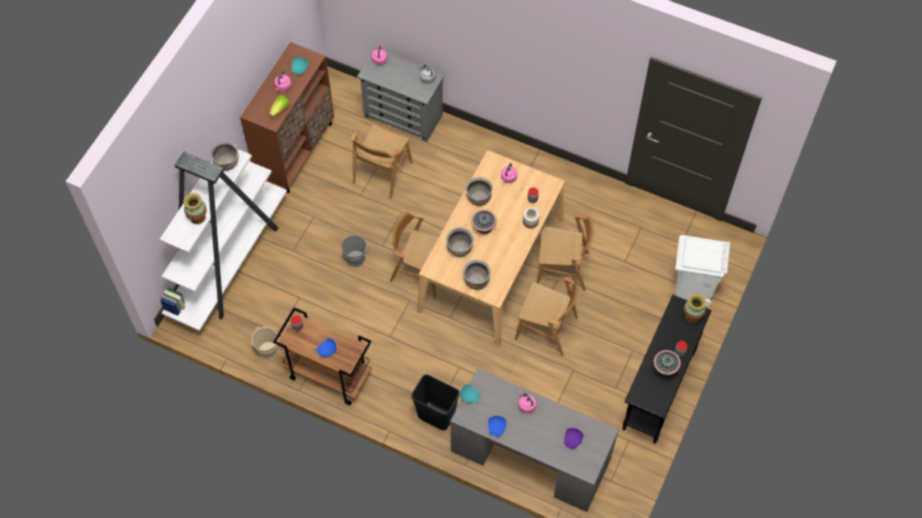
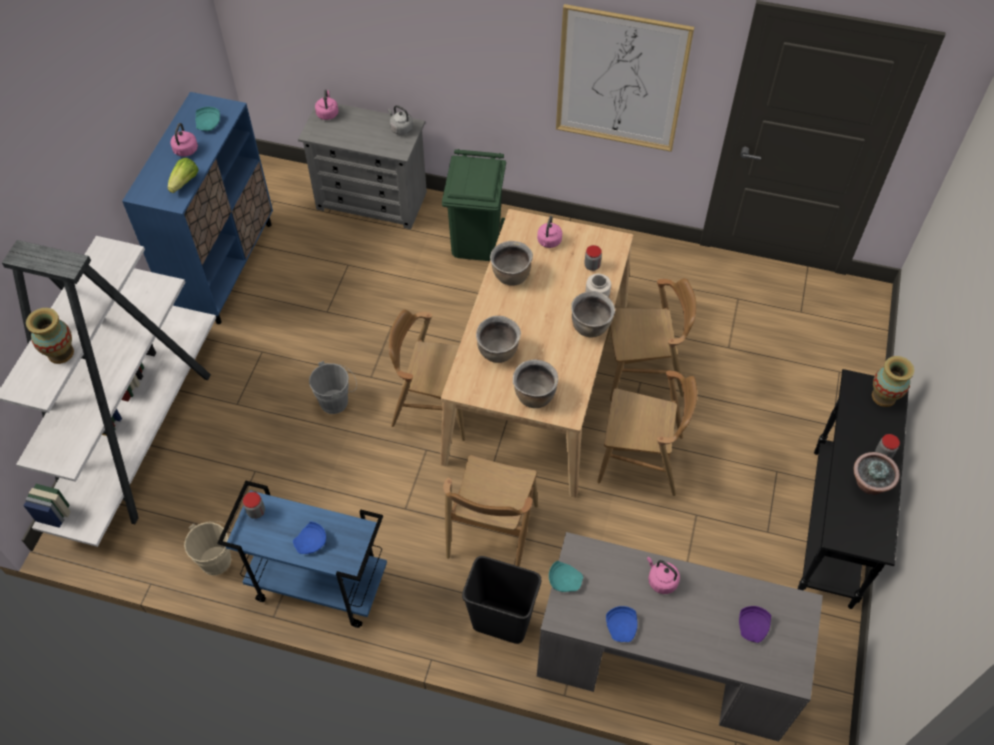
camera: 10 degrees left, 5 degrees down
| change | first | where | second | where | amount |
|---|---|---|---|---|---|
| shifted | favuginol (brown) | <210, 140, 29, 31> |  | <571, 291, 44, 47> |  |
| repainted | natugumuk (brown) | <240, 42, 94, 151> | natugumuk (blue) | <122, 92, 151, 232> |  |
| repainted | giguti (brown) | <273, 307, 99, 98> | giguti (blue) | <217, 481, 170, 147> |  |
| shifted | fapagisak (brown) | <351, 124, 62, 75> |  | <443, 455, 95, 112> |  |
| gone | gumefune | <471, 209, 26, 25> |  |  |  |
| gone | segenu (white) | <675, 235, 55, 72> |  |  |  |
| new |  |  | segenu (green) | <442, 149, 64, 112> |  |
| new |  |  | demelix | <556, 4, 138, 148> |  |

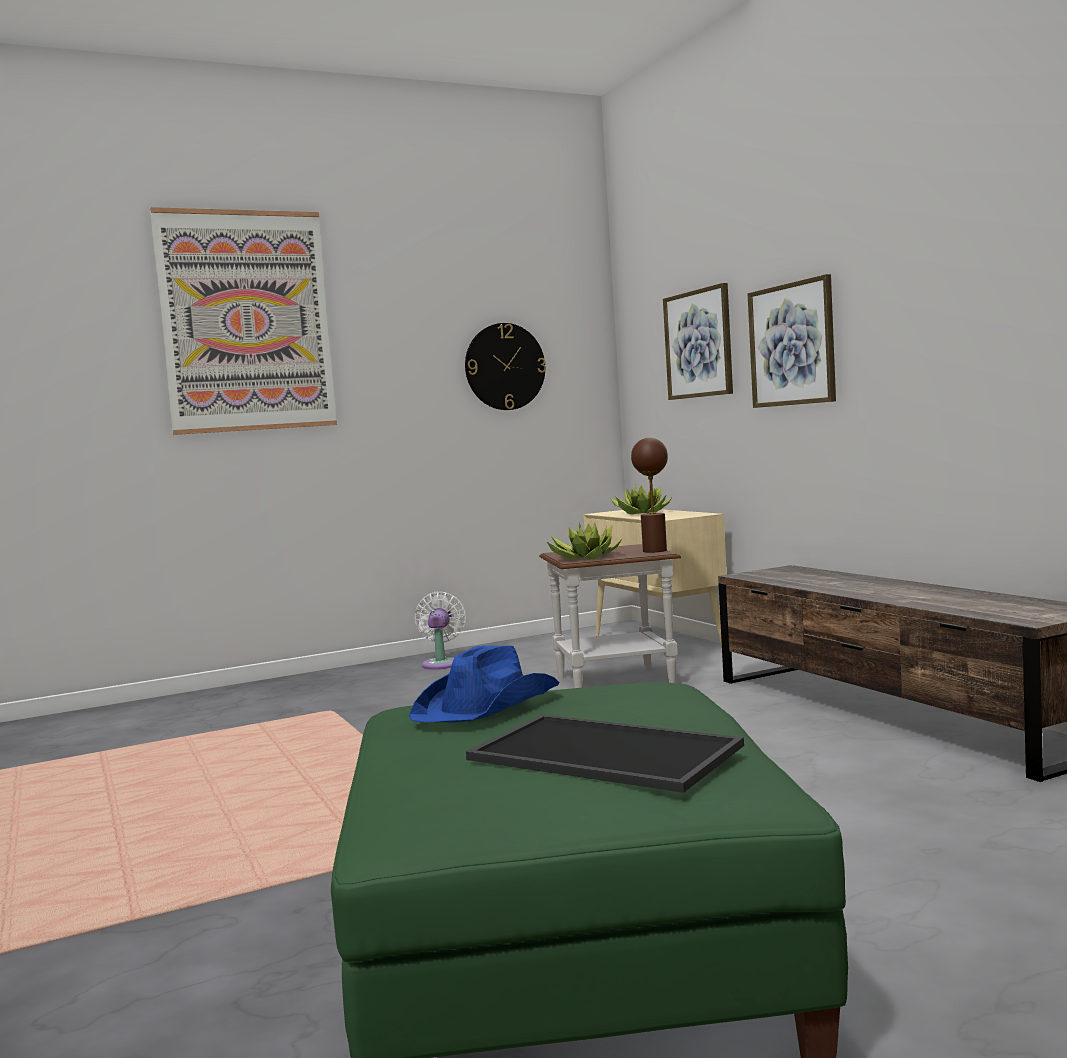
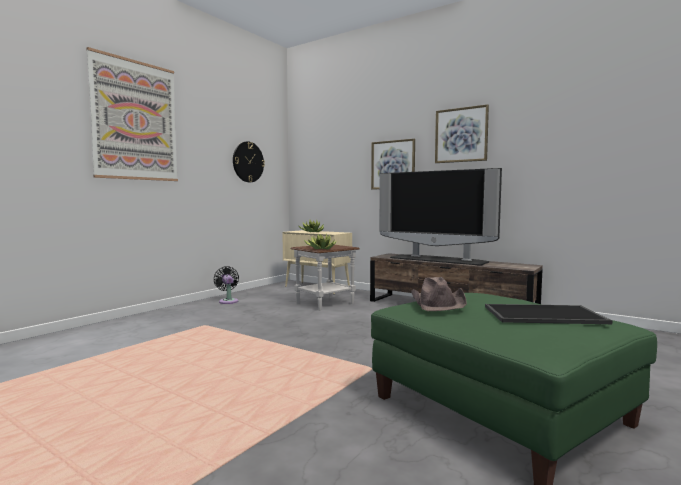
camera: 30 degrees left, 0 degrees up
| change | first | where | second | where | amount |
|---|---|---|---|---|---|
| repainted | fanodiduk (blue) | <409, 645, 151, 77> | fanodiduk (brown) | <411, 277, 56, 34> |  |
| repainted | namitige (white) | <415, 592, 51, 78> | namitige (black) | <214, 266, 25, 38> |  |
| gone | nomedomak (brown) | <631, 438, 37, 115> |  |  |  |
| shifted | demelix | <663, 283, 70, 117> |  | <435, 104, 54, 59> |  |
| new |  |  | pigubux | <379, 168, 123, 98> |  |

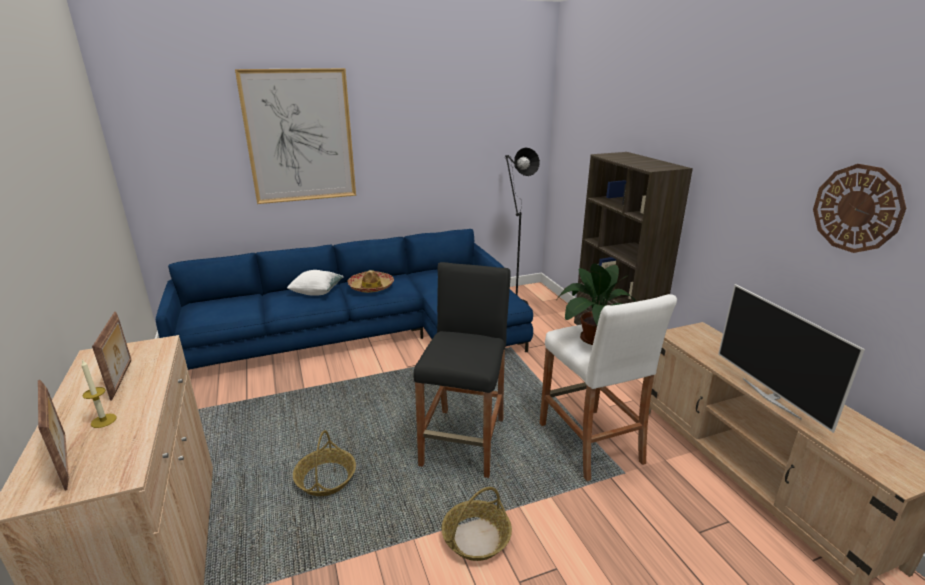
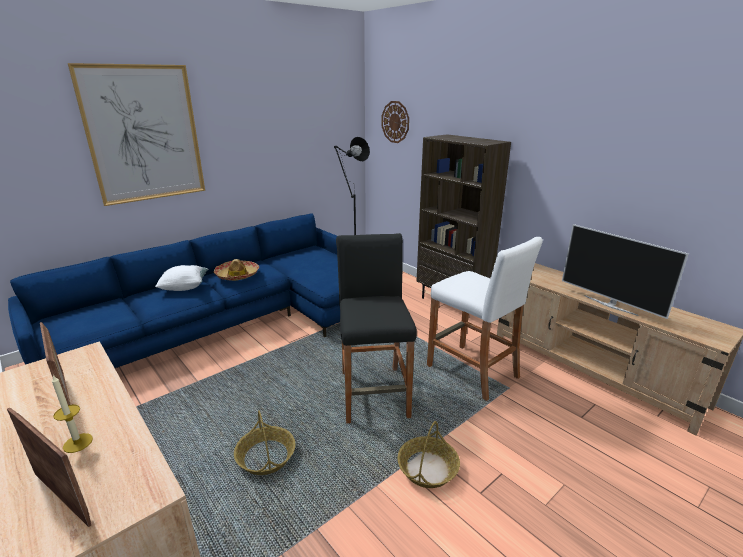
camera: 20 degrees left, 0 degrees up
| change | first | where | second | where | amount |
|---|---|---|---|---|---|
| gone | gumefune | <556, 263, 80, 82> |  |  |  |
| shifted | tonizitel | <813, 164, 93, 89> |  | <381, 101, 28, 42> |  |

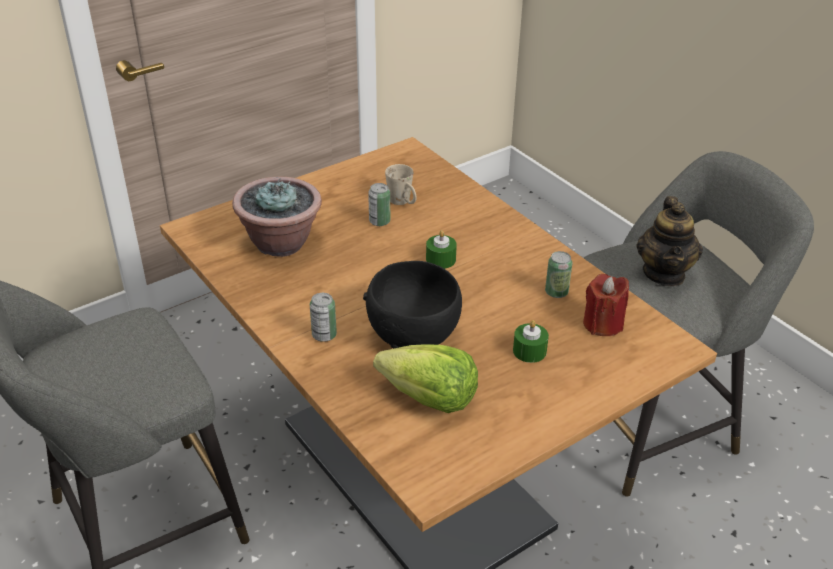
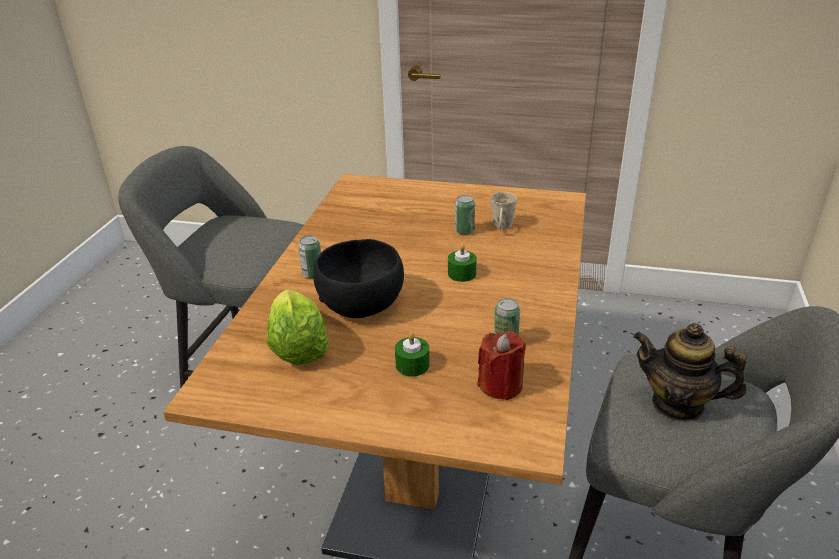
camera: 50 degrees right, 5 degrees down
| change | first | where | second | where | amount |
|---|---|---|---|---|---|
| gone | gumefune | <232, 177, 90, 80> |  |  |  |
| rotated | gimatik | <636, 196, 67, 90> |  | <633, 323, 114, 99> | 60 degrees clockwise |

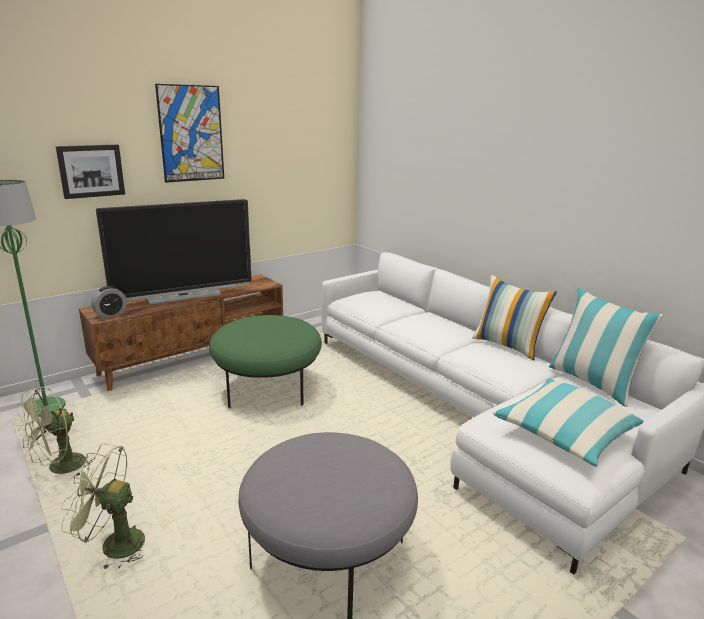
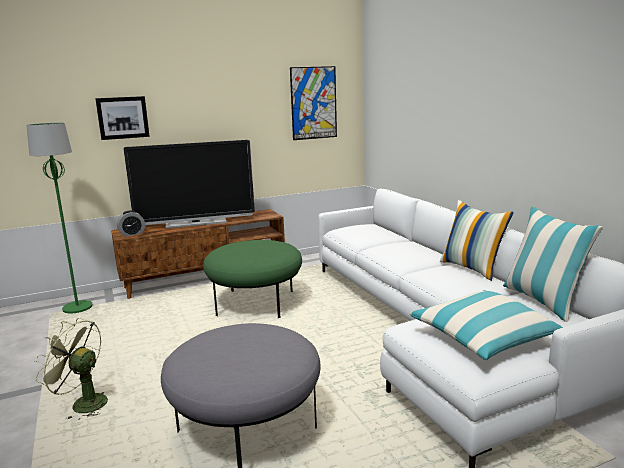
camera: 15 degrees right, 5 degrees down
| change | first | where | second | where | amount |
|---|---|---|---|---|---|
| gone | namitige (green) | <17, 387, 78, 90> |  |  |  |
| shifted | demelix | <155, 84, 69, 99> |  | <290, 66, 47, 74> |  |

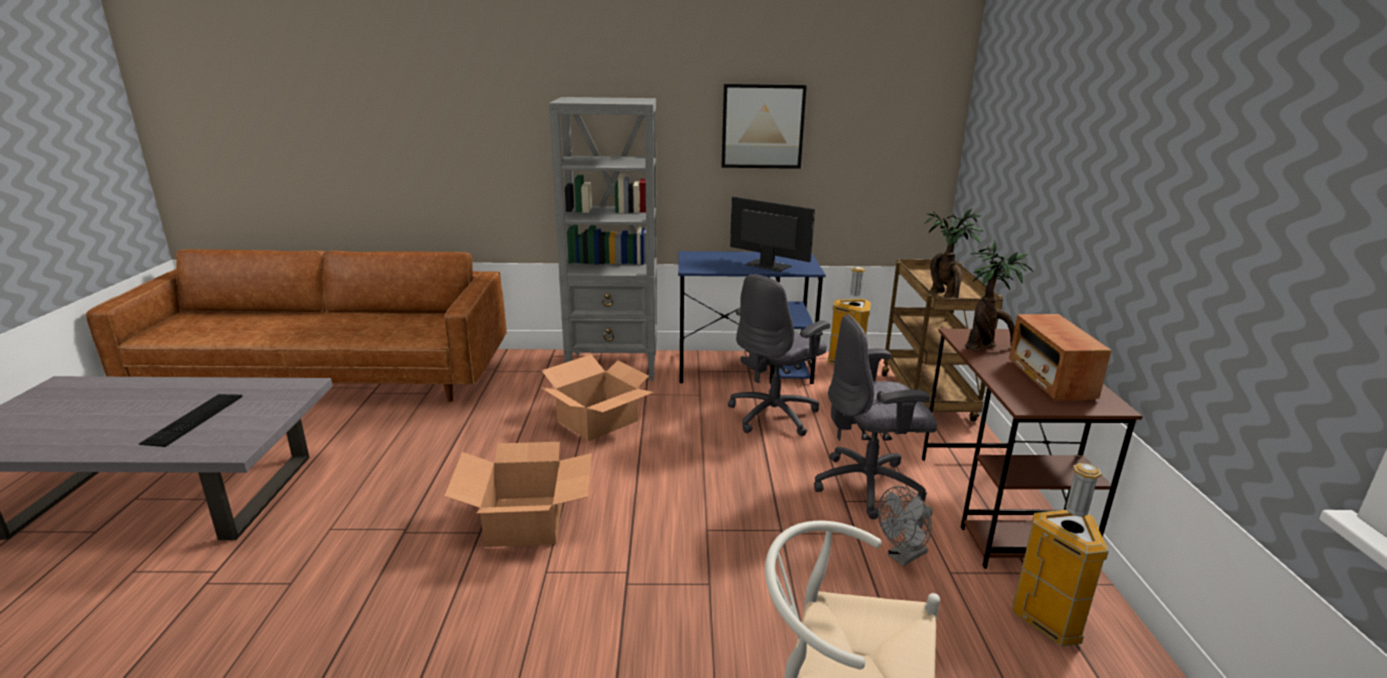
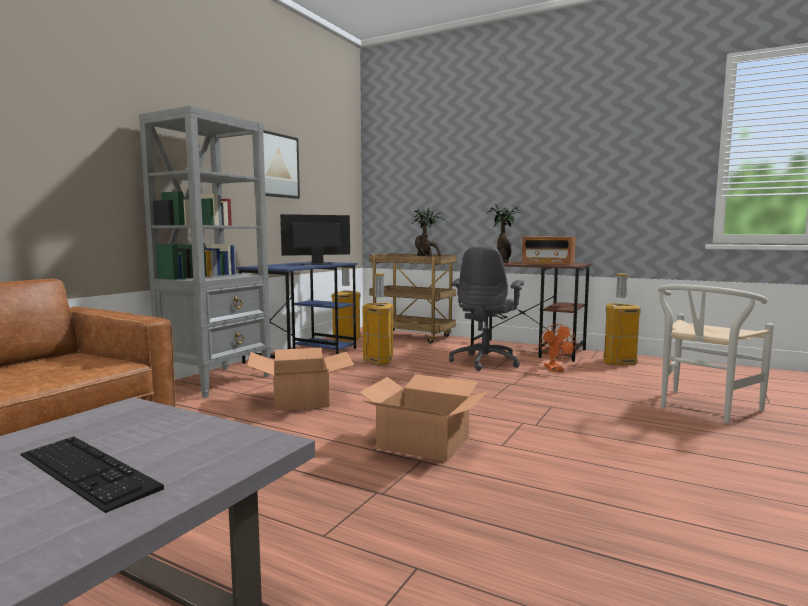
camera: 60 degrees left, 15 degrees down
| change | first | where | second | where | amount |
|---|---|---|---|---|---|
| swapped | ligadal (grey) | <728, 274, 102, 162> | segenu | <363, 273, 30, 92> |  |
| repainted | namitige (grey) | <878, 486, 55, 80> | namitige (orange) | <540, 324, 36, 48> |  |

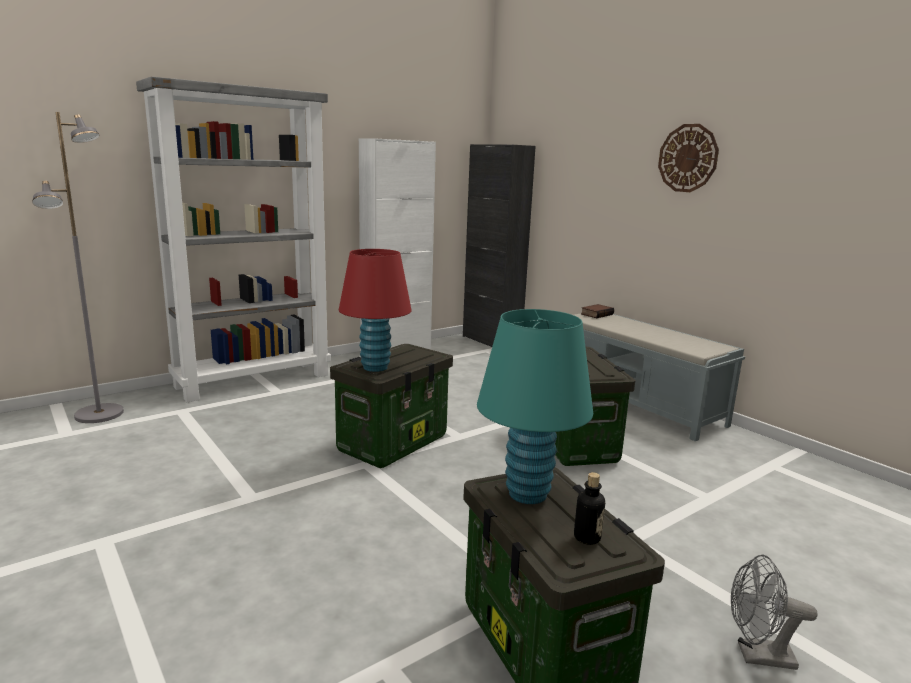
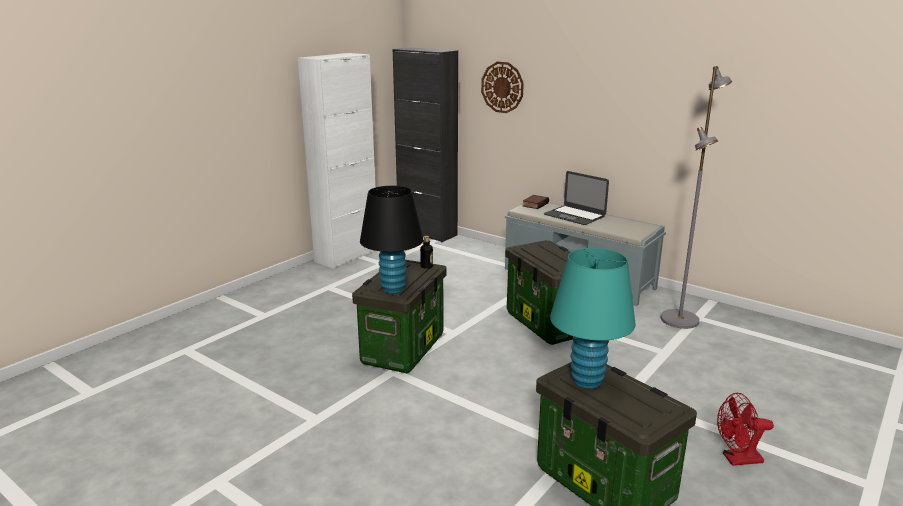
camera: 15 degrees left, 5 degrees up
| change | first | where | second | where | amount |
|---|---|---|---|---|---|
| shifted | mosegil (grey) | <32, 112, 92, 311> |  | <661, 66, 71, 263> |  |
| gone | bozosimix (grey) | <136, 76, 195, 326> |  |  |  |
| repainted | nomedomak (red) | <339, 249, 73, 123> | nomedomak (black) | <360, 186, 63, 107> |  |
| shifted | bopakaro | <574, 472, 31, 73> |  | <420, 236, 13, 33> |  |
| shifted | tonizitel | <658, 124, 61, 68> |  | <481, 62, 43, 51> |  |
| repainted | namitige (grey) | <731, 554, 86, 116> | namitige (red) | <717, 393, 57, 73> |  |
| new |  |  | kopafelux | <544, 171, 65, 54> |  |

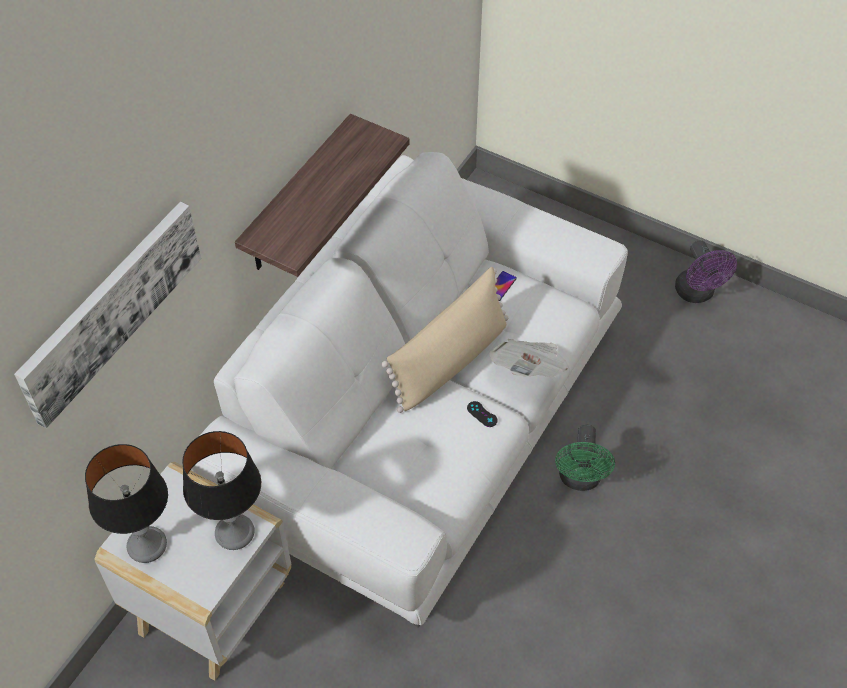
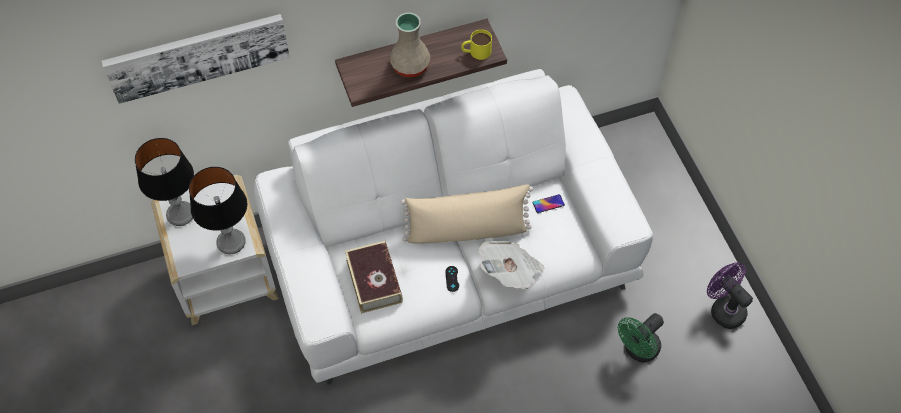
camera: 40 degrees right, 5 degrees up
| change | first | where | second | where | amount |
|---|---|---|---|---|---|
| shifted | namitige (green) | <555, 425, 60, 66> |  | <618, 313, 46, 50> |  |
| rotated | namitige (purple) | <675, 240, 62, 63> |  | <707, 262, 46, 67> | 120 degrees clockwise |
| new |  |  | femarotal | <345, 241, 58, 72> |  |
| new |  |  | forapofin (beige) | <390, 12, 40, 65> |  |
| new |  |  | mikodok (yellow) | <461, 29, 31, 31> |  |

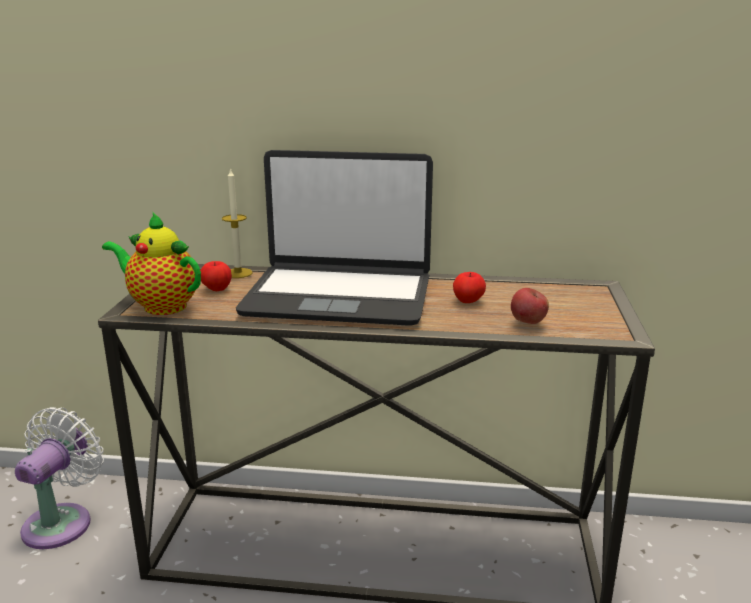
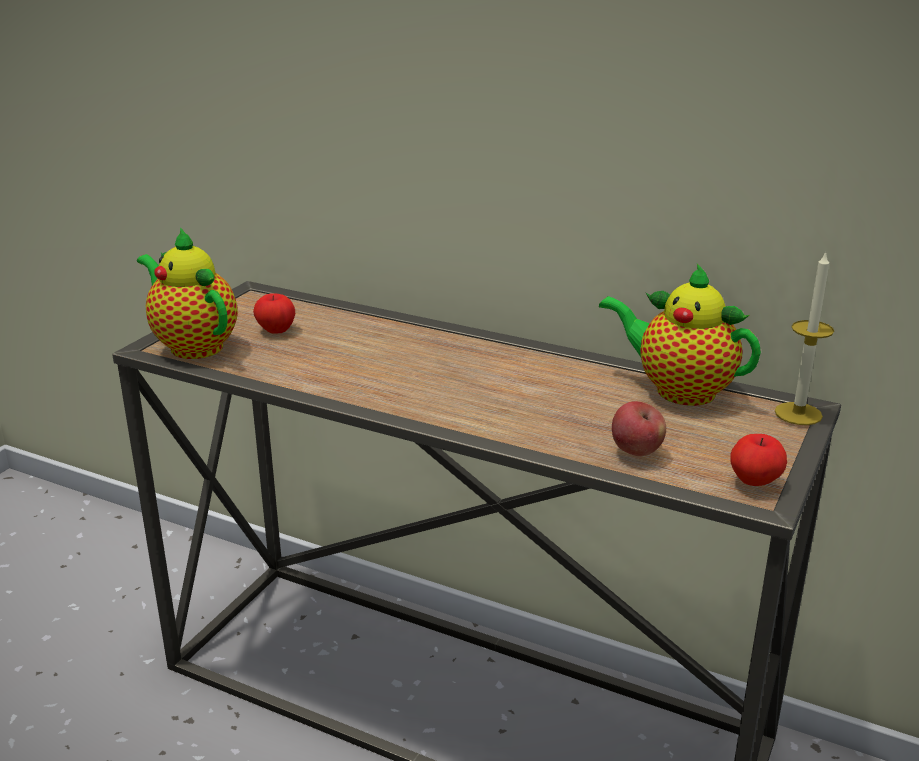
camera: 20 degrees right, 5 degrees up
| change | first | where | second | where | amount |
|---|---|---|---|---|---|
| gone | namitige (white) | <15, 407, 89, 142> |  |  |  |
| shifted | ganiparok | <222, 168, 31, 110> |  | <775, 252, 59, 173> |  |
| gone | kopafelux | <236, 150, 197, 176> |  |  |  |
| shifted | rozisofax | <453, 272, 33, 31> |  | <731, 434, 56, 52> |  |
| new |  |  | gimatik | <599, 264, 162, 142> |  |

